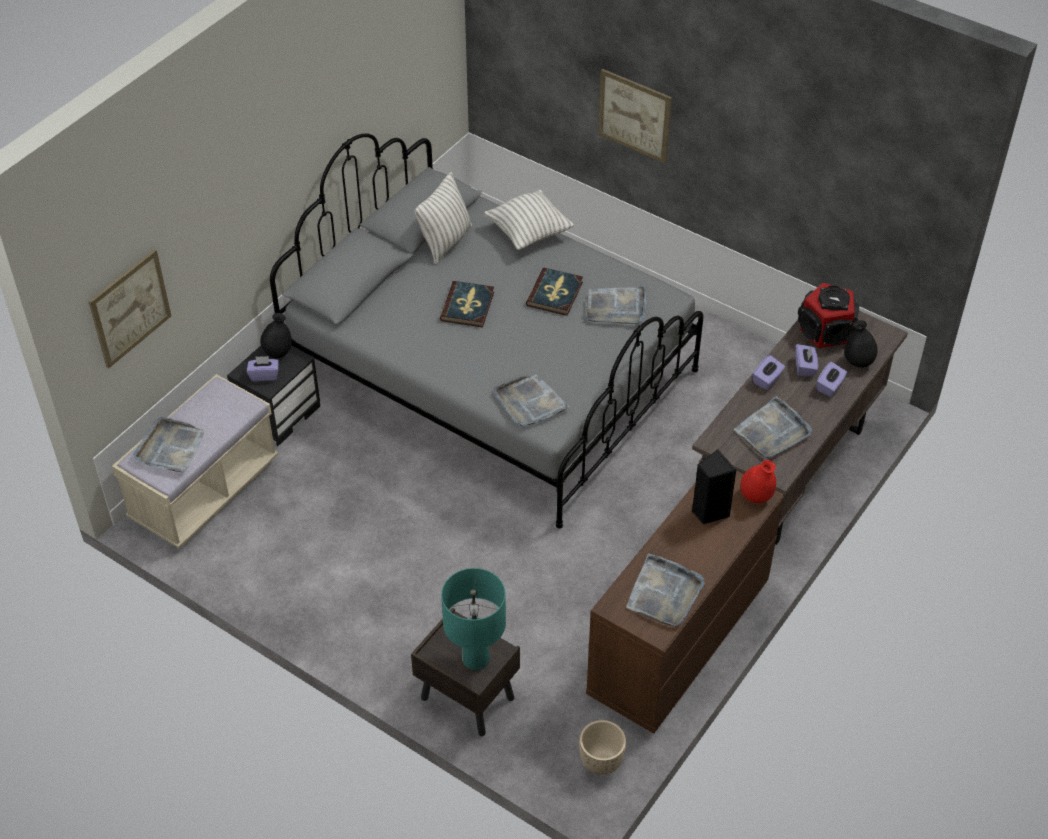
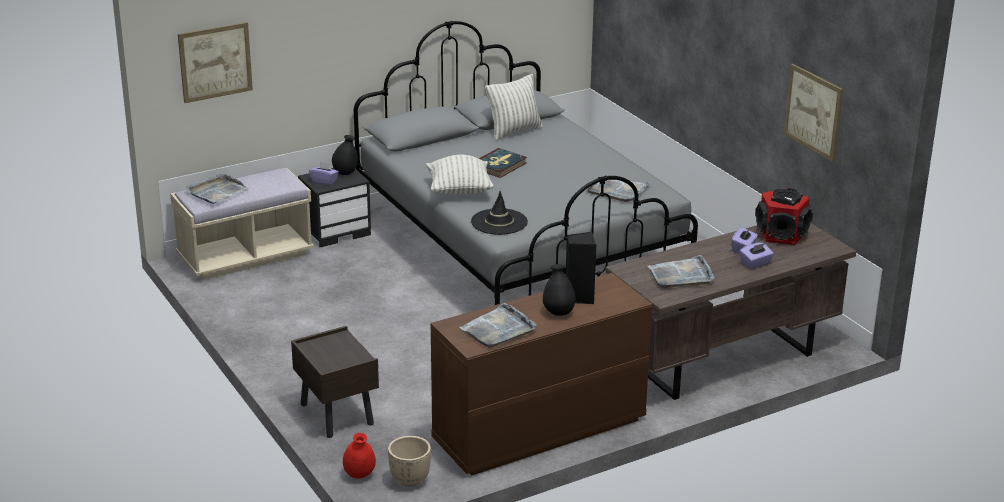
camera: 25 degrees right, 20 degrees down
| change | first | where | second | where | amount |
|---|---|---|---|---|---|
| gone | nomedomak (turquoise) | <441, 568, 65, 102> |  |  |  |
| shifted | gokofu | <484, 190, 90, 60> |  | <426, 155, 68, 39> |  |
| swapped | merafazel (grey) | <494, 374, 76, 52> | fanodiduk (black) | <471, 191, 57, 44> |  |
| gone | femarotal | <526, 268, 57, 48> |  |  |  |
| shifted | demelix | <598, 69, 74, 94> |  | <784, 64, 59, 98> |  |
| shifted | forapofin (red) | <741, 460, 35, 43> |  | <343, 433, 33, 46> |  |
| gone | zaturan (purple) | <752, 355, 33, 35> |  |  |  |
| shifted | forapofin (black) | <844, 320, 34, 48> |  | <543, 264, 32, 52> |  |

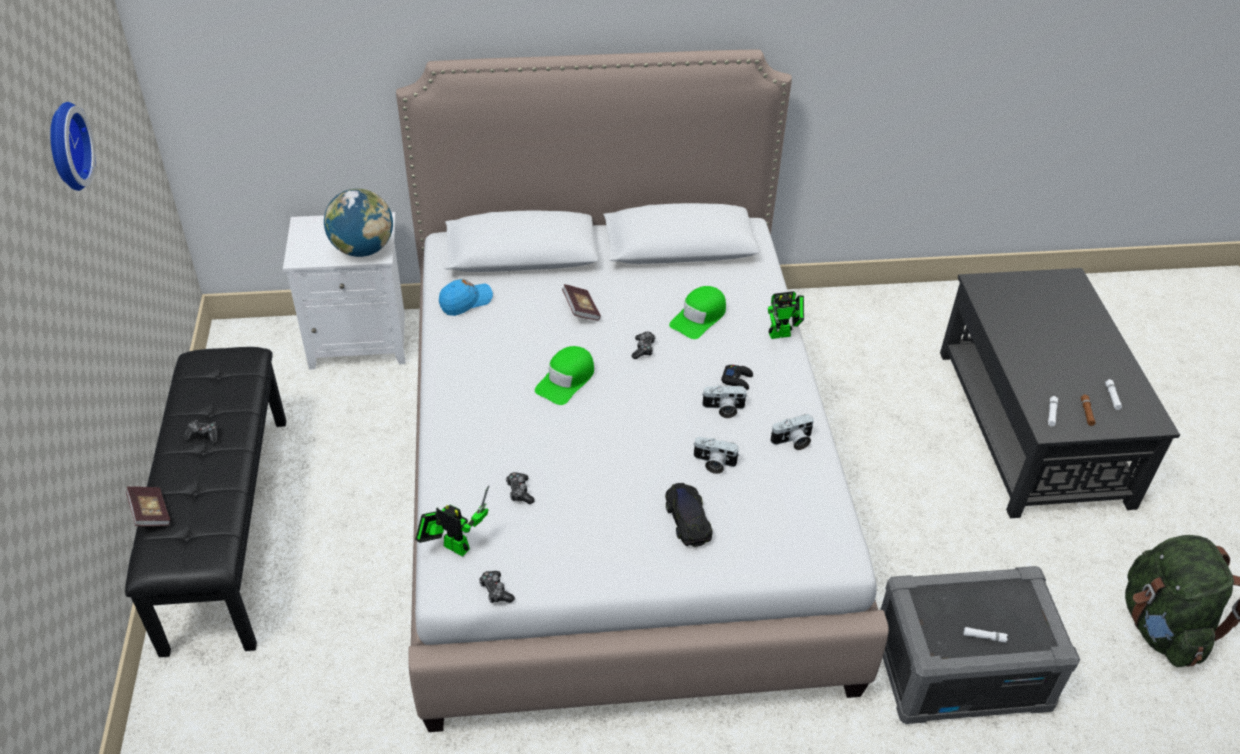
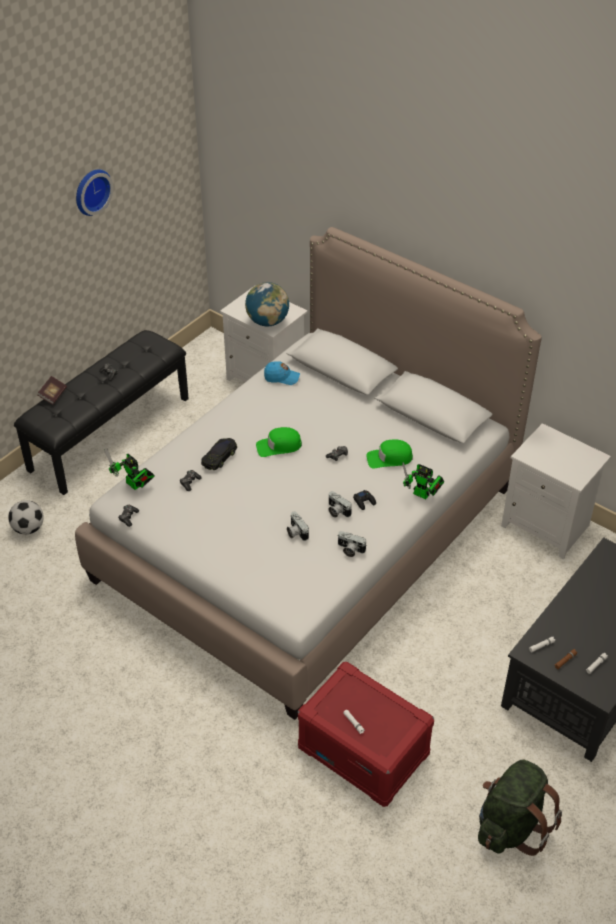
camera: 45 degrees right, 0 degrees up
| change | first | where | second | where | amount |
|---|---|---|---|---|---|
| rotated | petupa | <415, 485, 74, 72> |  | <104, 449, 51, 41> | 150 degrees clockwise |
| gone | femarotal | <562, 284, 39, 37> |  |  |  |
| shifted | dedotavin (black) | <665, 483, 48, 64> |  | <201, 438, 36, 32> |  |
| repainted | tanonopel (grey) | <880, 566, 200, 158> | tanonopel (red) | <298, 662, 136, 145> |  |
| new |  |  | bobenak | <8, 500, 35, 35> |  |
| new |  |  | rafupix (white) | <501, 423, 110, 136> |  |

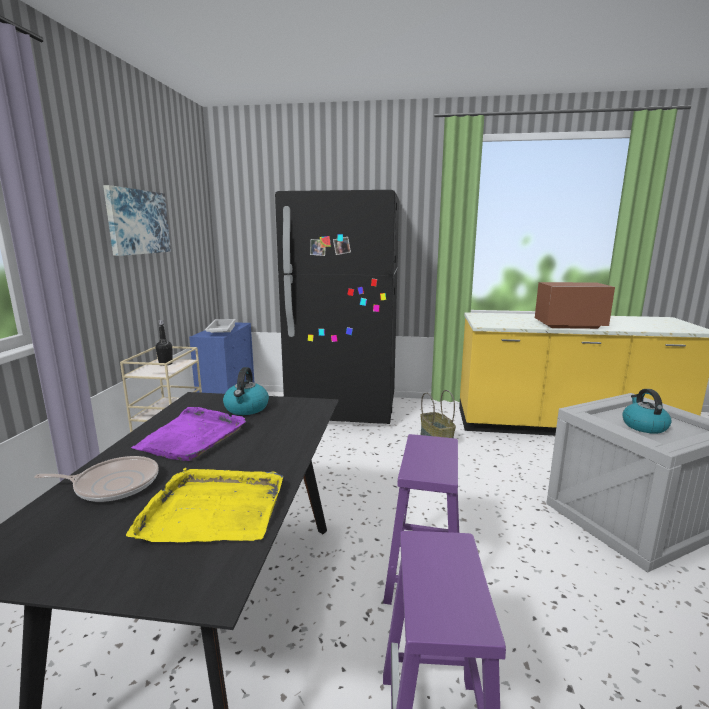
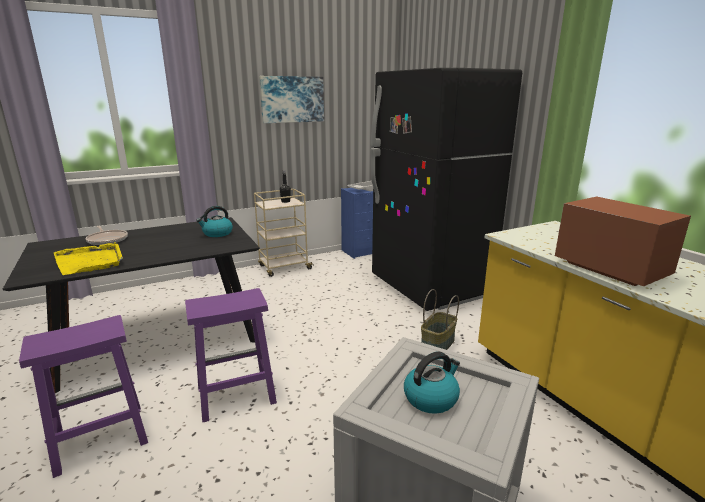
camera: 55 degrees right, 5 degrees up
| change | first | where | second | where | amount |
|---|---|---|---|---|---|
| gone | merafazel (purple) | <131, 407, 115, 54> |  |  |  |

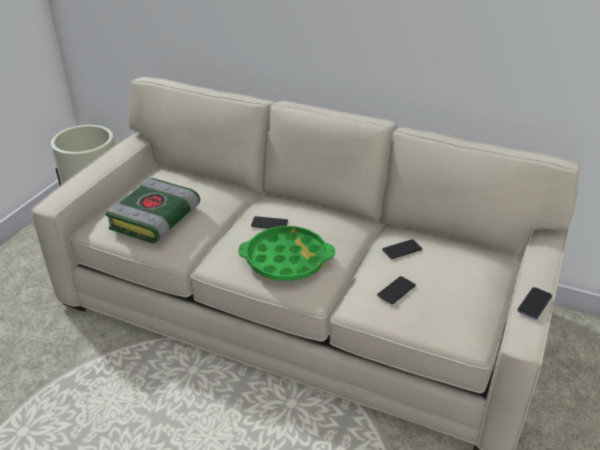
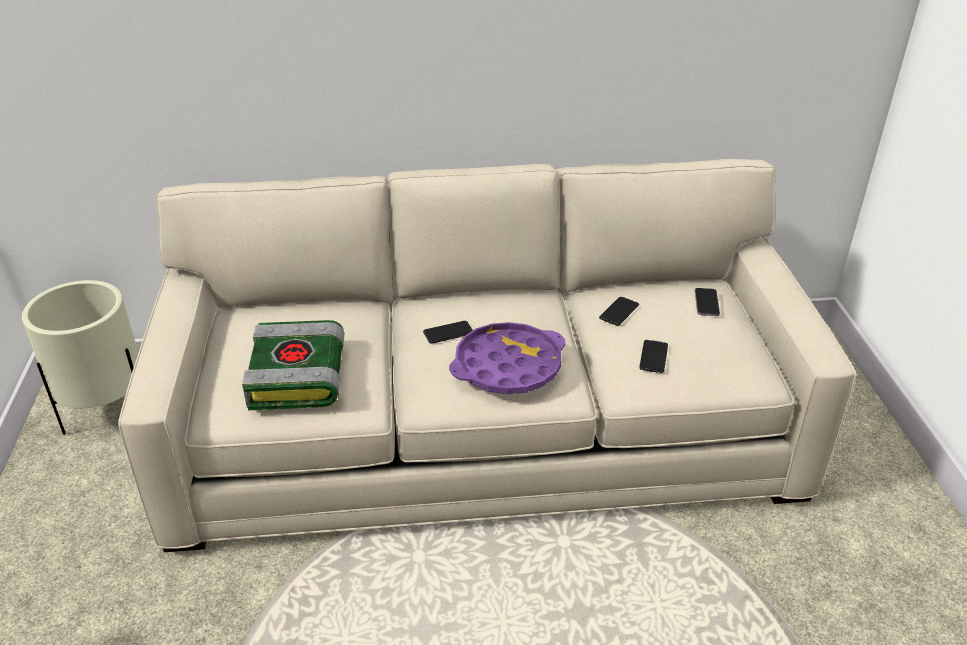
camera: 30 degrees left, 0 degrees up
| change | first | where | second | where | amount |
|---|---|---|---|---|---|
| repainted | merafazel (green) | <238, 226, 97, 55> | merafazel (purple) | <449, 322, 116, 72> |  |
| shifted | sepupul | <517, 287, 35, 32> |  | <695, 288, 25, 28> |  |

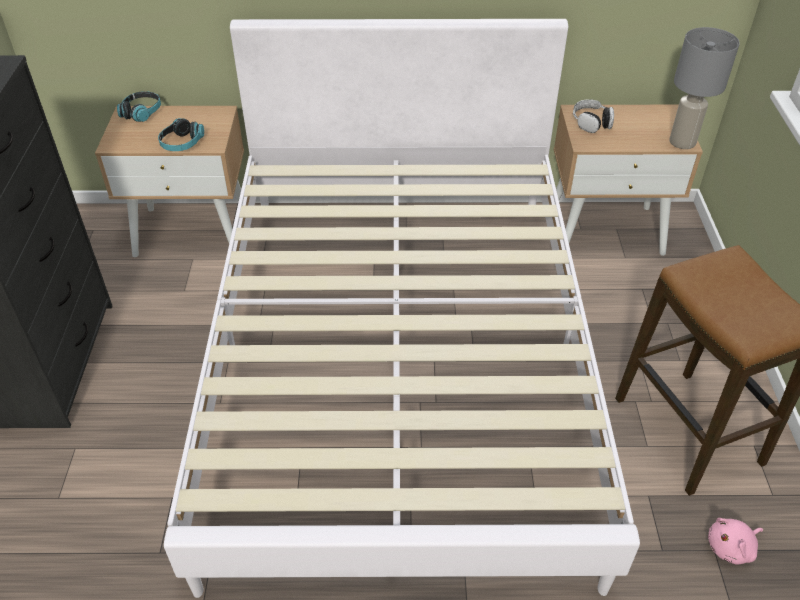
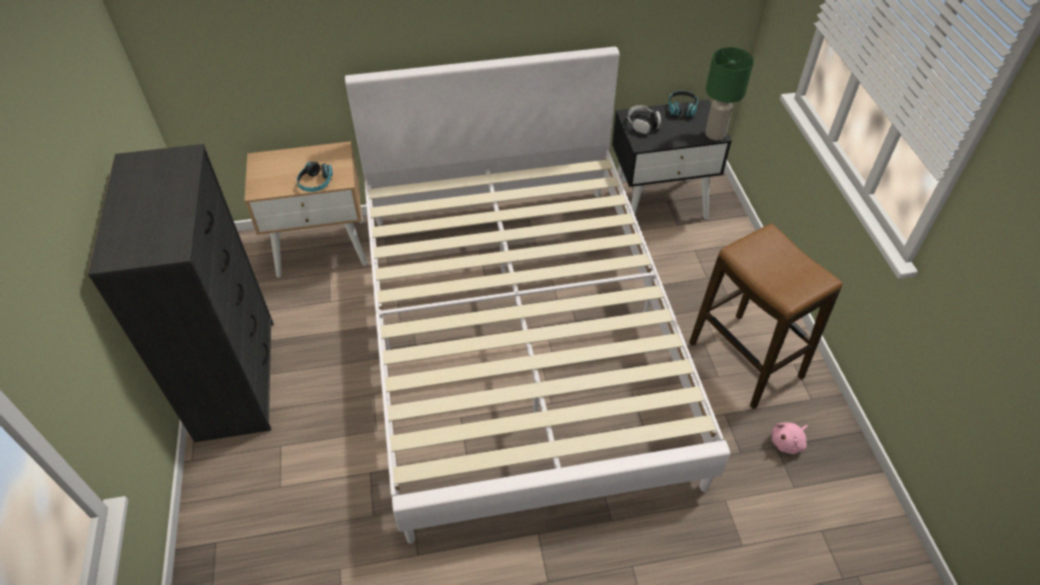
camera: 10 degrees left, 5 degrees up
| change | first | where | second | where | amount |
|---|---|---|---|---|---|
| shifted | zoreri | <117, 91, 44, 31> |  | <668, 91, 30, 25> |  |
| repainted | rafupix (beige) | <554, 105, 149, 151> | rafupix (black) | <612, 100, 120, 120> |  |
| repainted | nomedomak (grey) | <670, 27, 70, 122> | nomedomak (green) | <705, 47, 49, 93> |  |

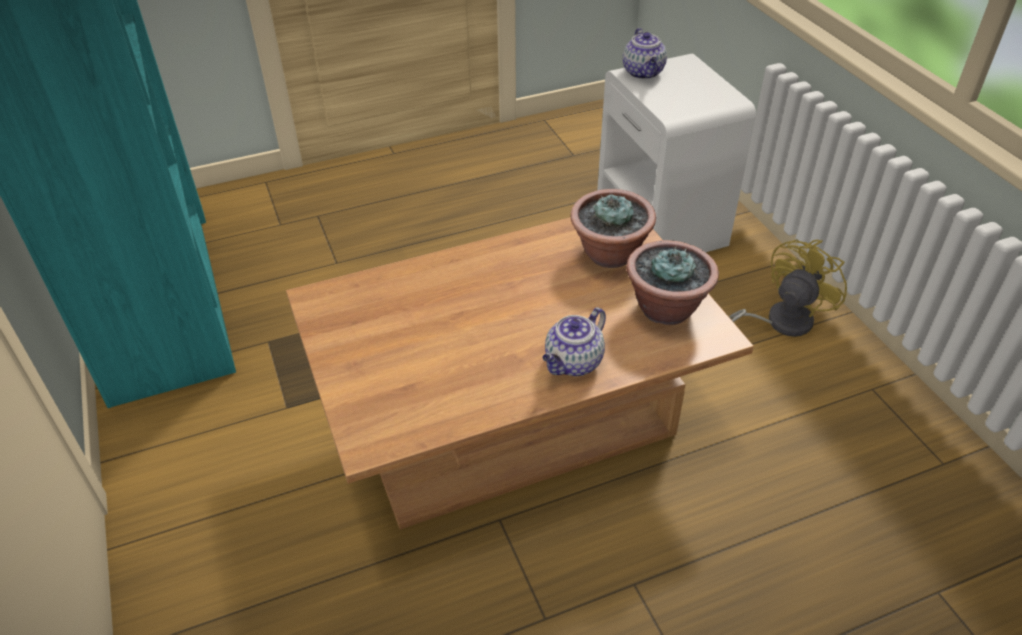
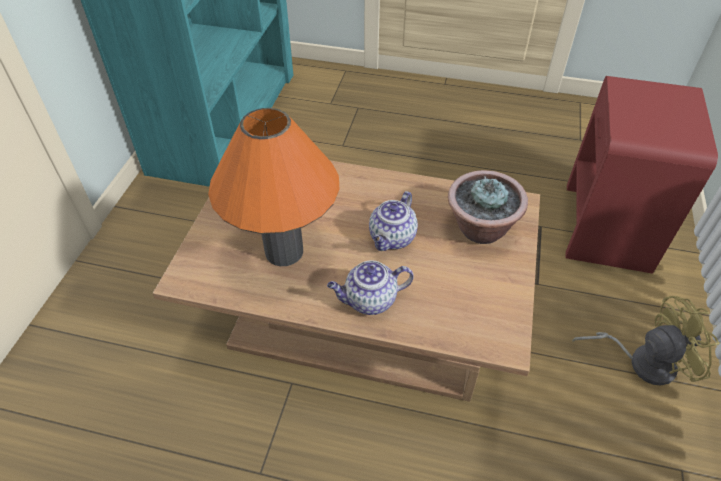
camera: 35 degrees right, 5 degrees up
| change | first | where | second | where | amount |
|---|---|---|---|---|---|
| repainted | rafupix (white) | <597, 54, 159, 198> | rafupix (red) | <566, 76, 152, 198> |  |
| shifted | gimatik | <623, 28, 44, 51> |  | <369, 191, 49, 60> |  |
| gone | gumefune | <626, 240, 93, 85> |  |  |  |
| new |  |  | nomedomak (orange) | <208, 108, 131, 158> |  |

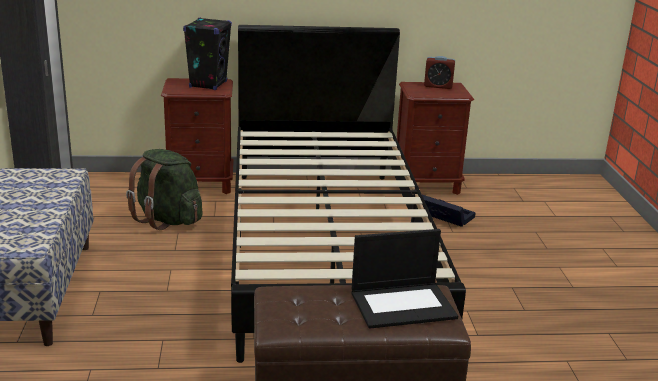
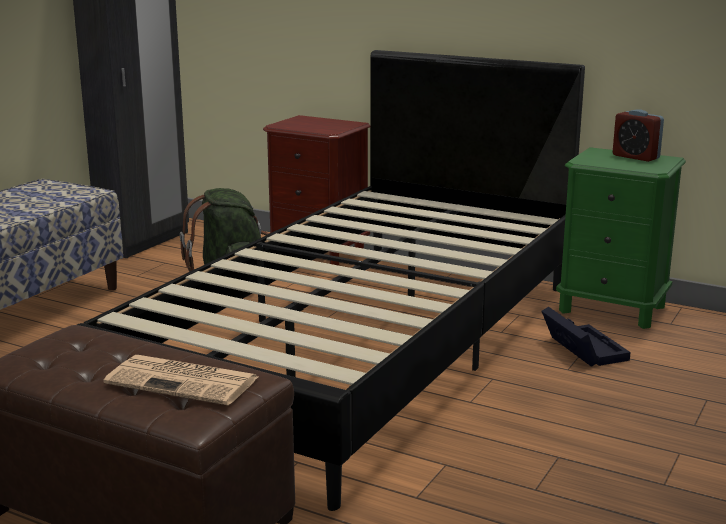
camera: 35 degrees right, 5 degrees down
| change | first | where | second | where | amount |
|---|---|---|---|---|---|
| gone | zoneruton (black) | <183, 17, 49, 73> |  |  |  |
| swapped | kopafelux | <351, 229, 107, 100> | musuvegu | <104, 355, 154, 50> |  |
| repainted | rafupix (brown) | <397, 82, 77, 113> | rafupix (green) | <556, 147, 130, 182> |  |

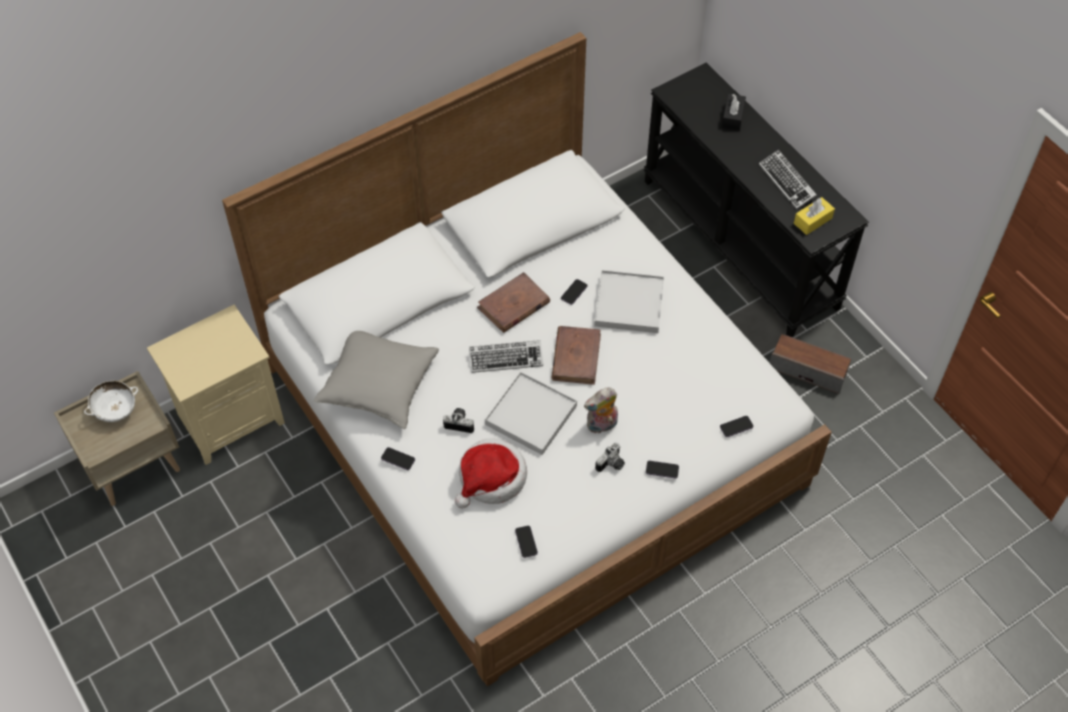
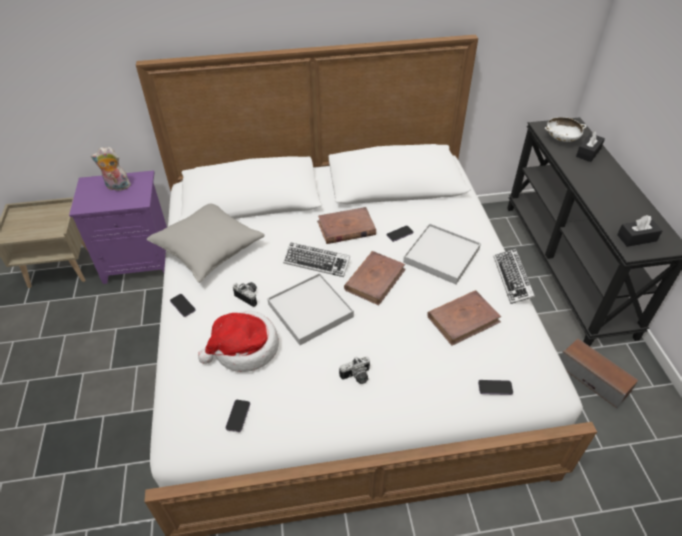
camera: 25 degrees right, 10 degrees down
| change | first | where | second | where | amount |
|---|---|---|---|---|---|
| shifted | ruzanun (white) | <84, 381, 54, 41> |  | <545, 117, 41, 25> |  |
| repainted | rafupix (beige) | <147, 305, 138, 160> | rafupix (purple) | <69, 170, 98, 114> |  |
| shifted | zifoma | <584, 387, 34, 47> |  | <91, 147, 40, 44> |  |
| gone | sepupul | <646, 461, 33, 18> |  |  |  |
| shifted | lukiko | <759, 150, 58, 60> |  | <494, 248, 41, 56> |  |
| repainted | zaturan (yellow) | <794, 197, 41, 38> | zaturan (black) | <617, 215, 46, 32> |  |
| new |  |  | femarotal (brown) | <427, 290, 74, 56> |  |

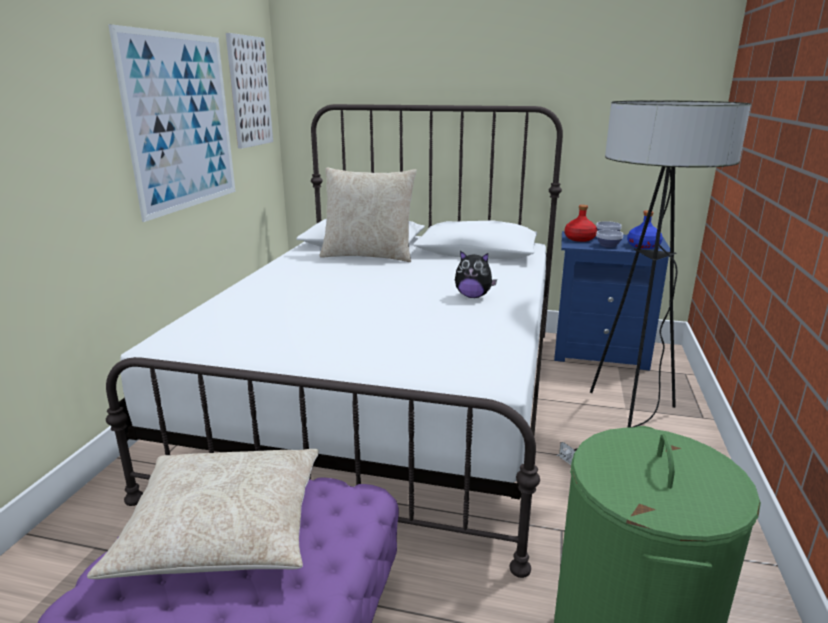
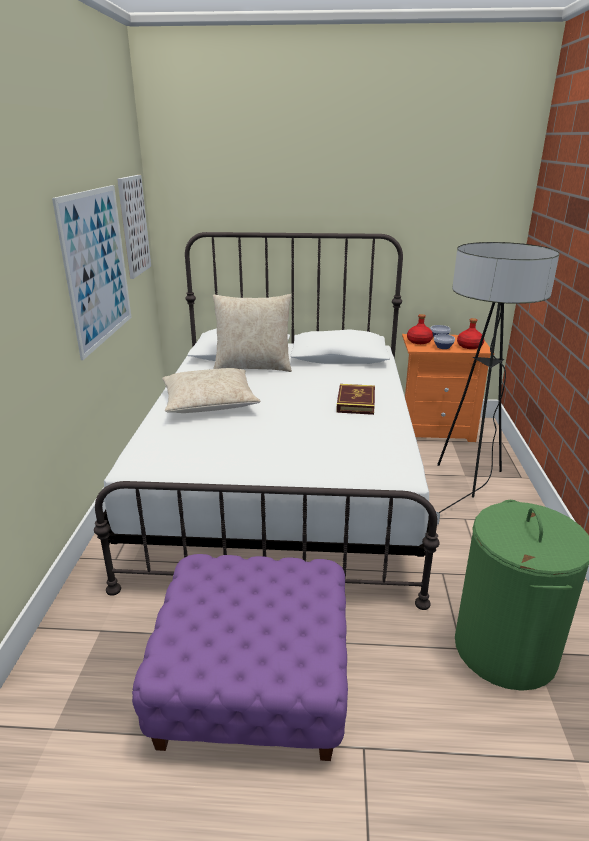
camera: 10 degrees left, 5 degrees up
| change | first | where | second | where | amount |
|---|---|---|---|---|---|
| shifted | gokofu (beige) | <87, 449, 232, 130> |  | <162, 368, 99, 45> |  |
| swapped | zifoma | <455, 250, 42, 48> | femarotal | <336, 384, 39, 31> |  |
| repainted | rafupix (blue) | <554, 231, 116, 139> | rafupix (orange) | <402, 334, 89, 108> |  |
| repainted | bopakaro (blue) | <627, 210, 36, 39> | bopakaro (red) | <457, 318, 27, 31> |  |

